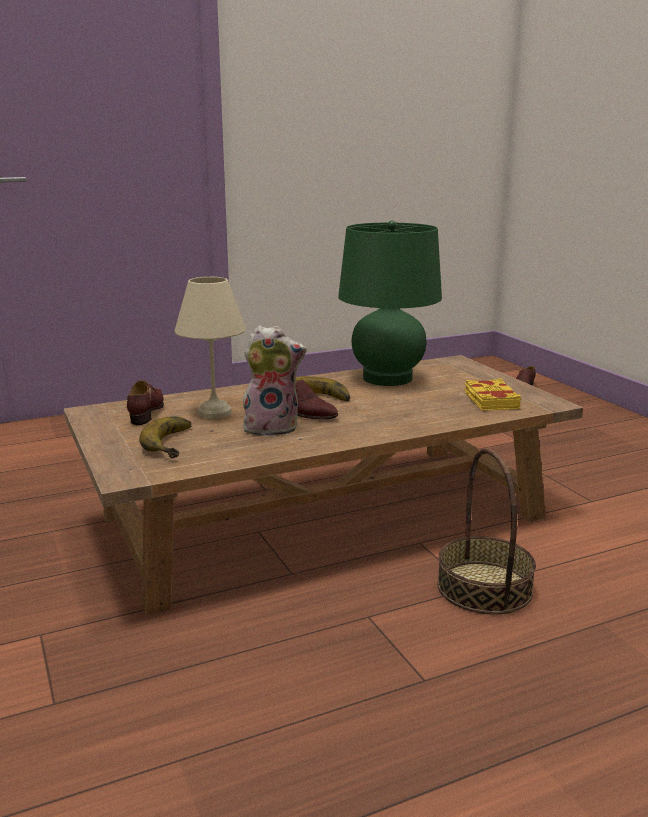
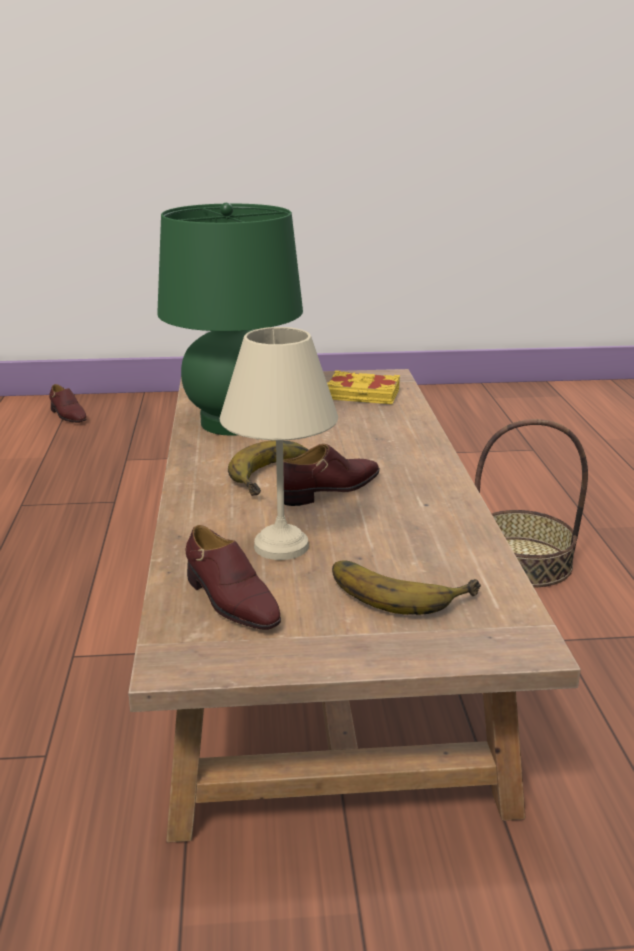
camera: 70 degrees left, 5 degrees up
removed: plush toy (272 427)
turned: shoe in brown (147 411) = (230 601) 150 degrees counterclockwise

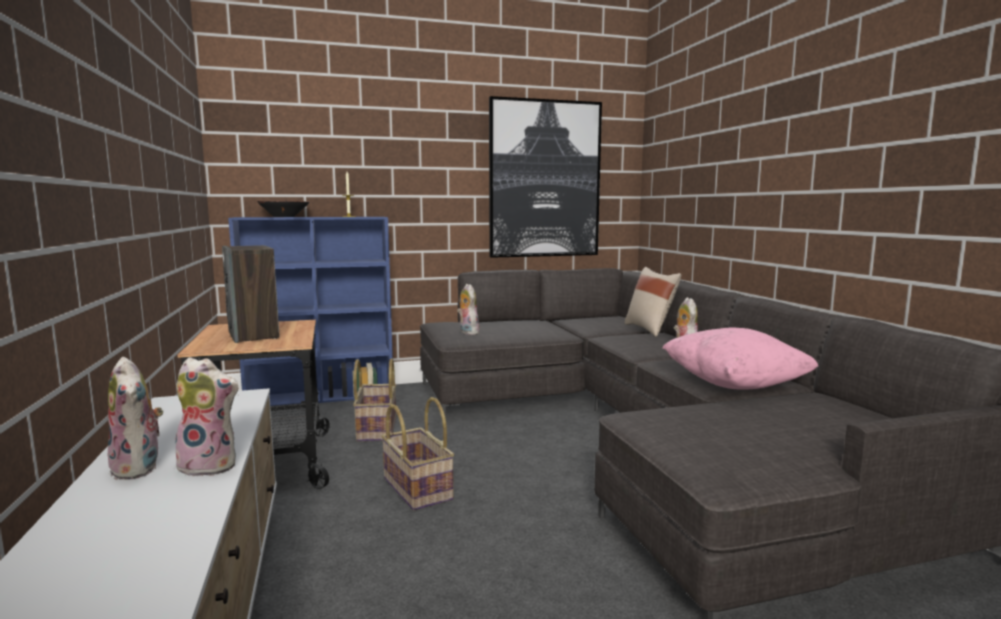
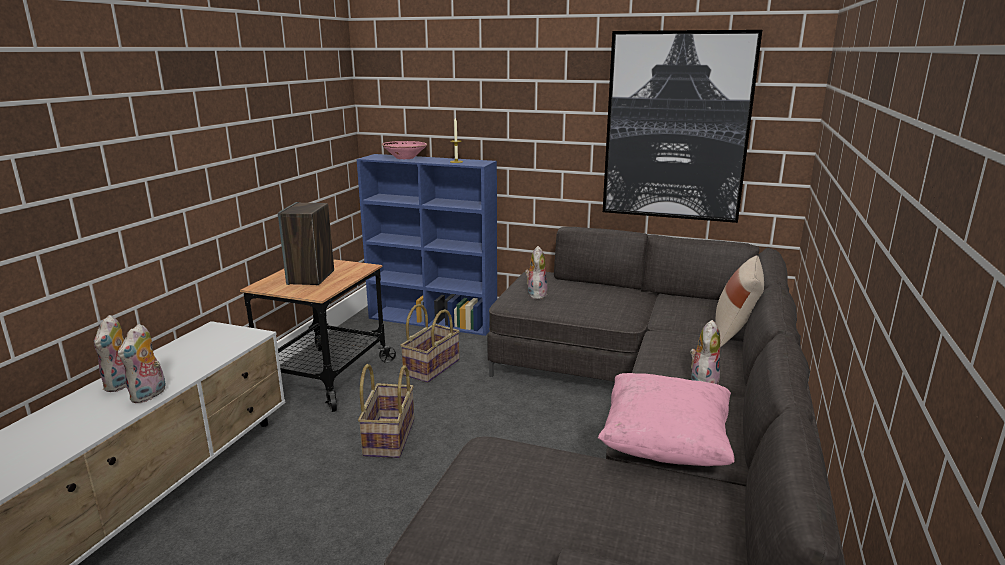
camera: 35 degrees right, 10 degrees up
recoloured: bowl in black (284 216) to bowl in pink (404 158)
turned: plush toy (211 465) = (149 395) 60 degrees clockwise

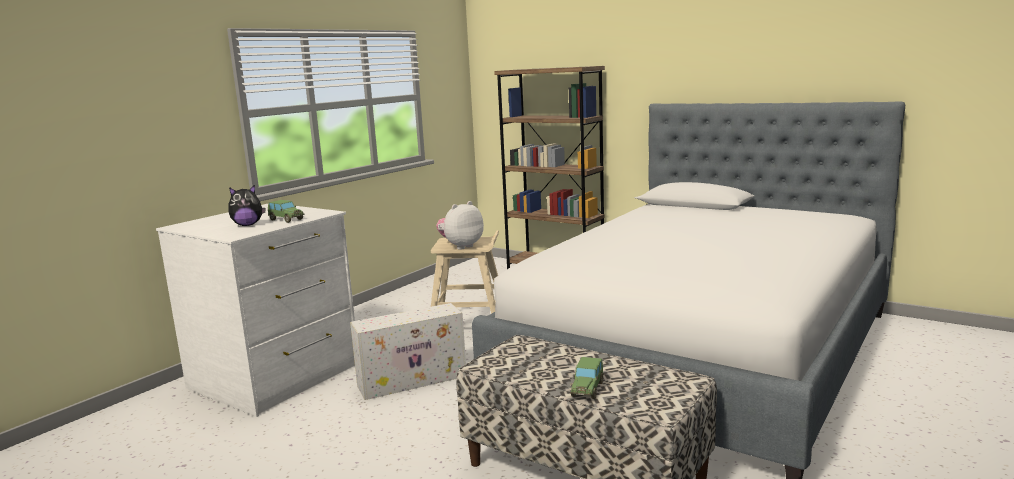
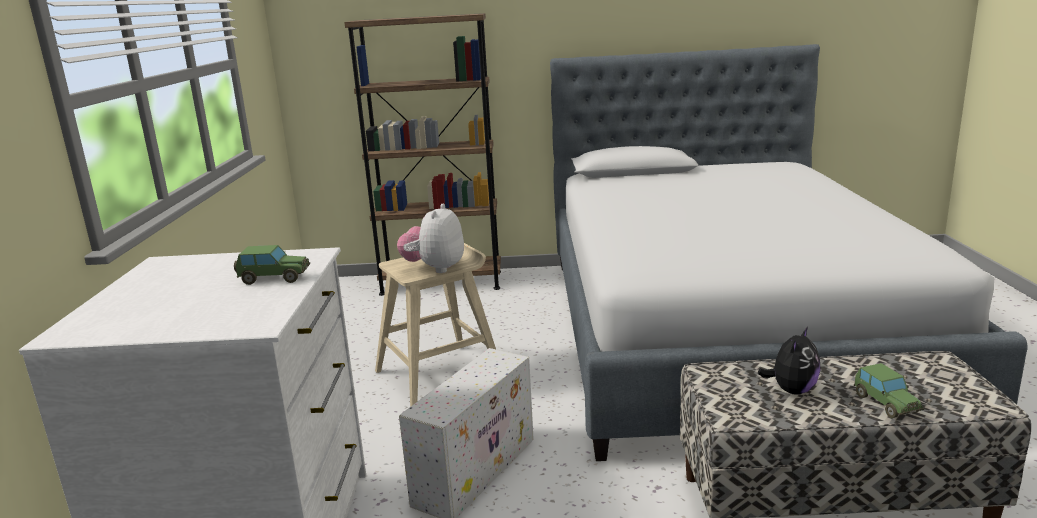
camera: 35 degrees left, 5 degrees up
moved: plush toy (247 225) to (791 390)

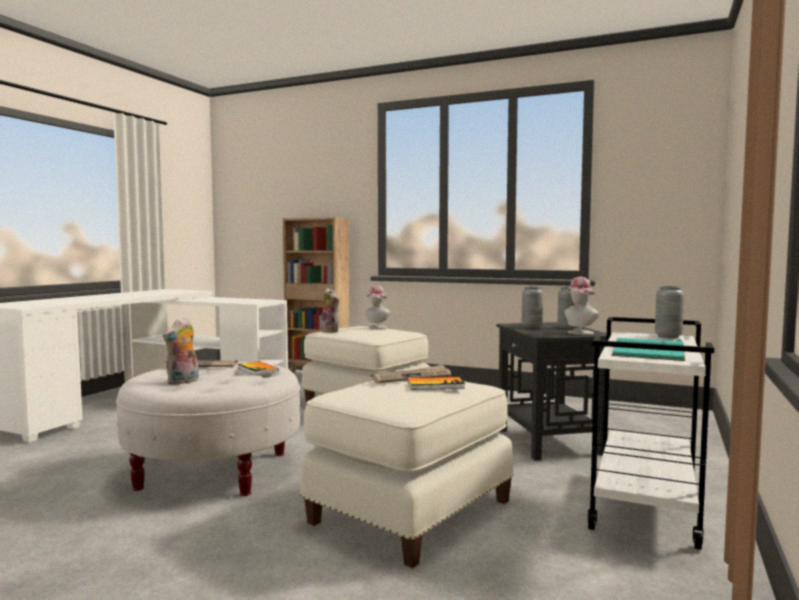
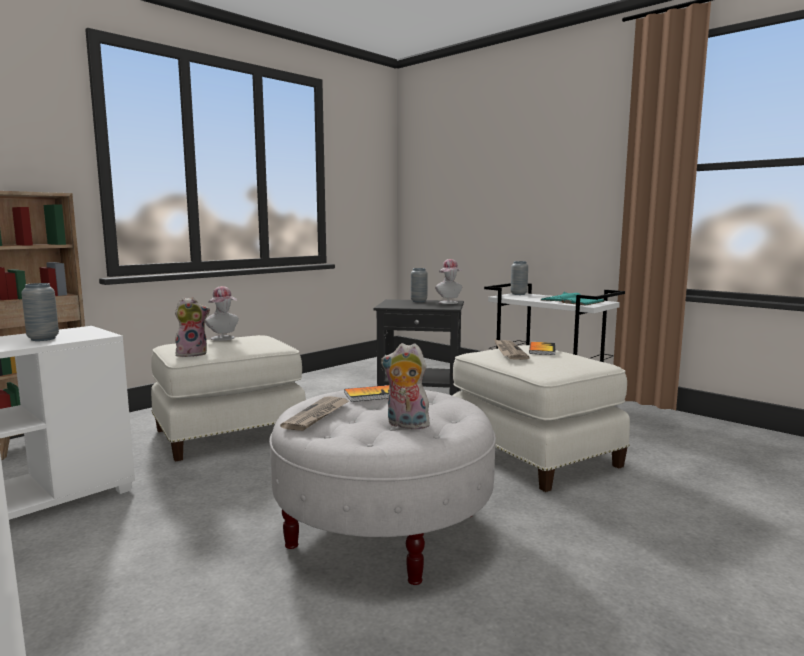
camera: 70 degrees left, 5 degrees up
moved: vase in grey (531 327) to (43 339)
turned: plush toy (183 382) = (405 425) 150 degrees clockwise

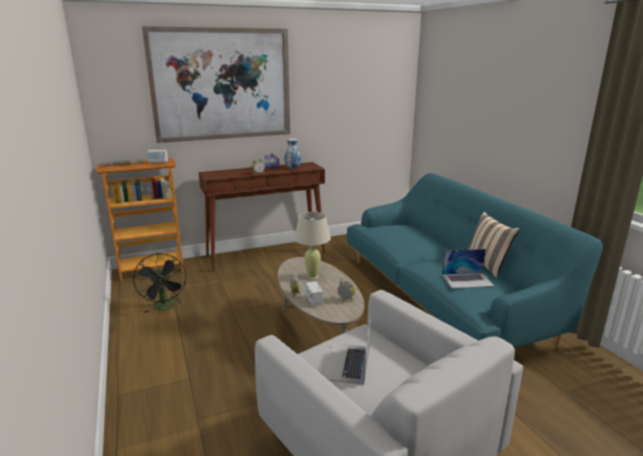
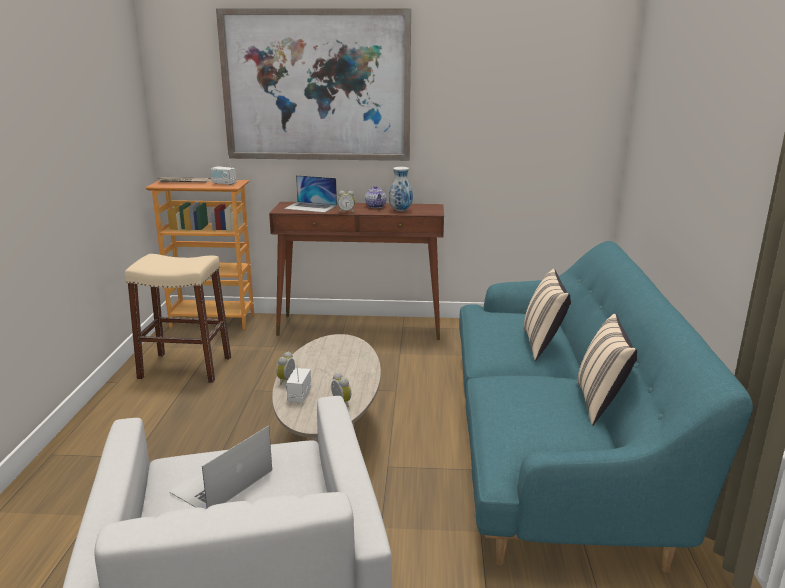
camera: 25 degrees right, 0 degrees up
removed: table lamp in beige (312 276)
added: pillow in beige (543 344)
moved: laptop (467 280) to (310 207)
replaced: fan in black (165 307) to stool in beige (185 368)

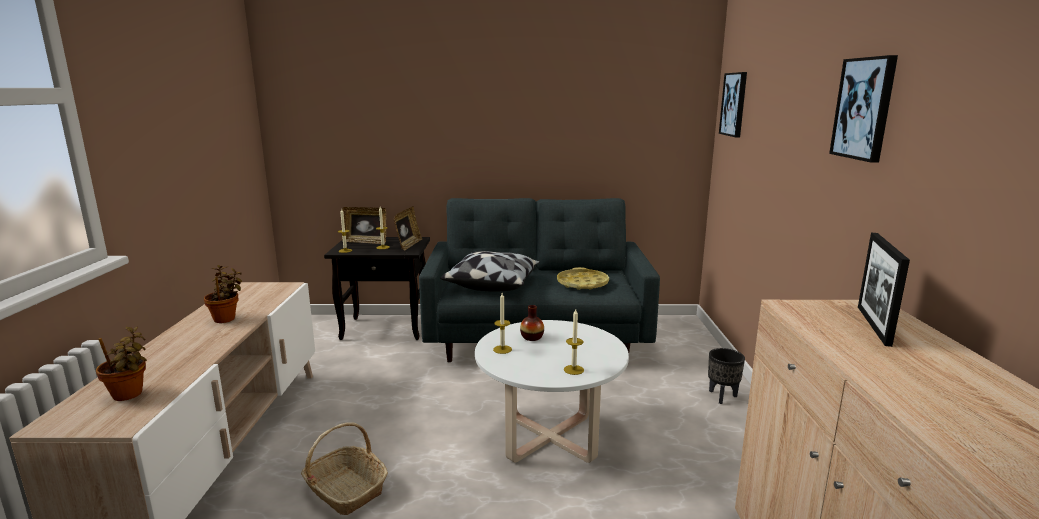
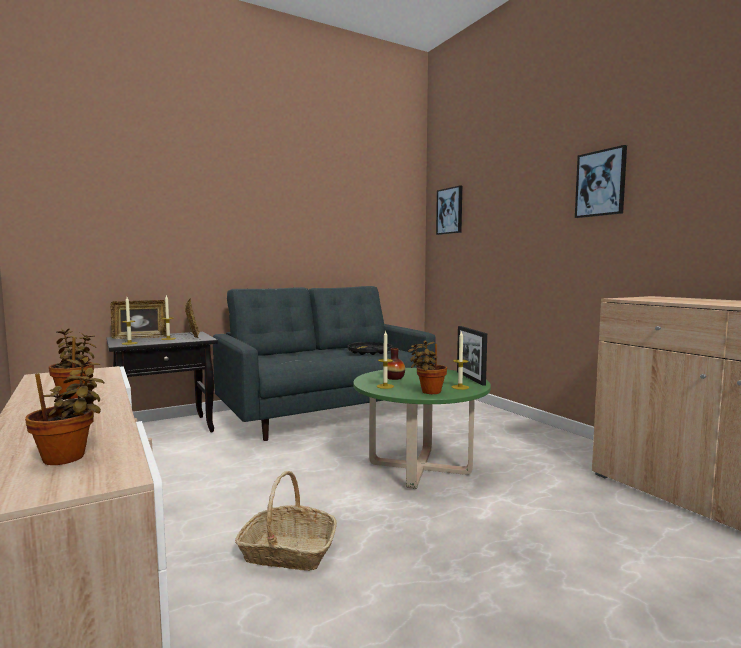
camera: 30 degrees left, 10 degrees down
removed: pillow (492 284); planter in black (722 397)
added: potted plant (429 392)
moved: picture frame (873 325) to (470 378)
recoloured: coffee table in white (549 437) to coffee table in green (420 467); tray in yellow (582 284) to tray in black (369 352)

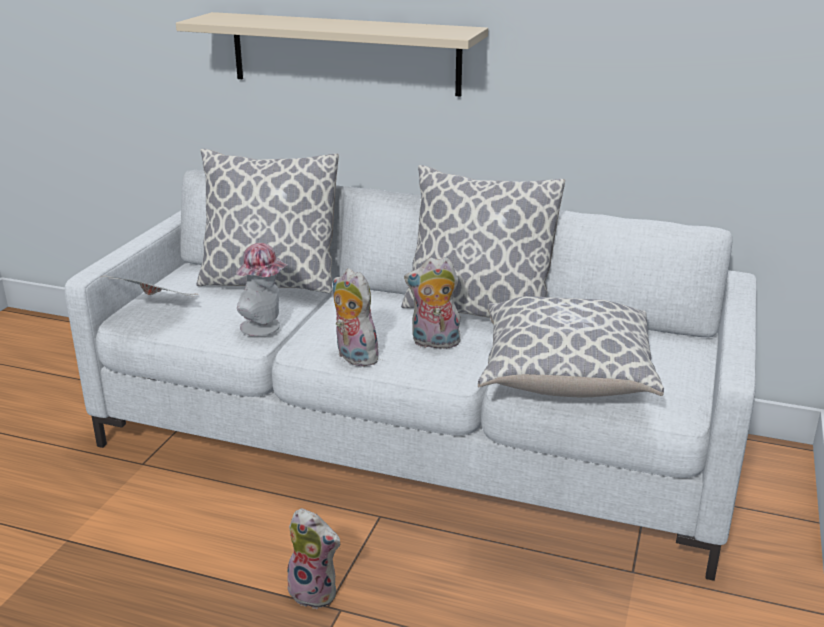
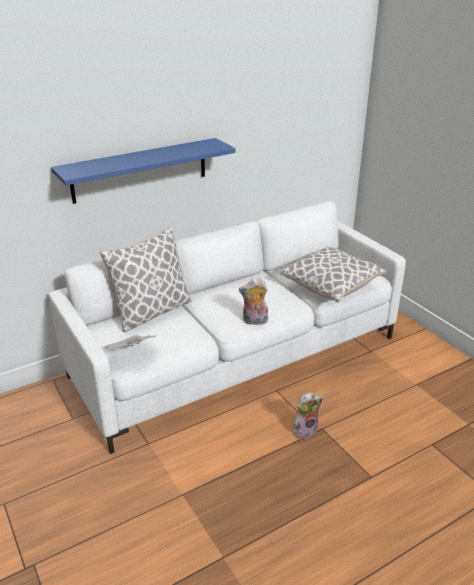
camera: 50 degrees left, 5 degrees up
removed: hat (265 327); pillow (477 310); plush toy (434 343)
recoloured: shelf in beige (344 53) to shelf in blue (140 170)

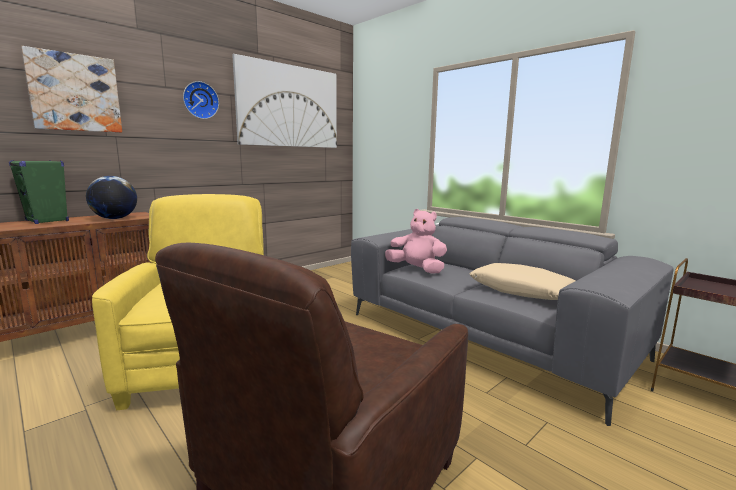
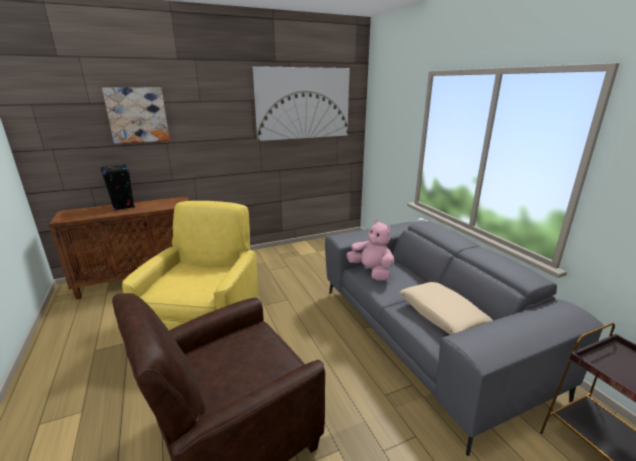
camera: 20 degrees right, 10 degrees up
removed: globe (114 218); wall clock (200 100)
recoloured: speaker in green (47 221) to speaker in black (123 206)

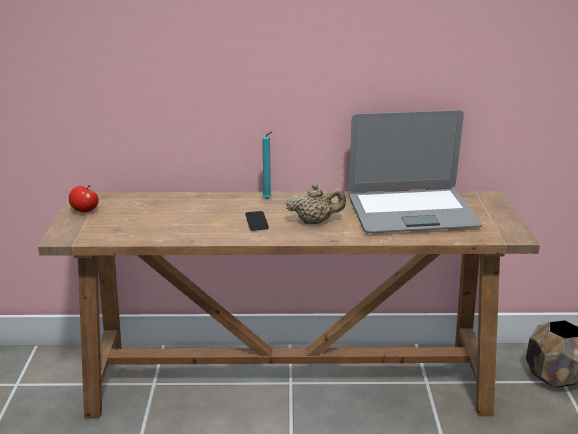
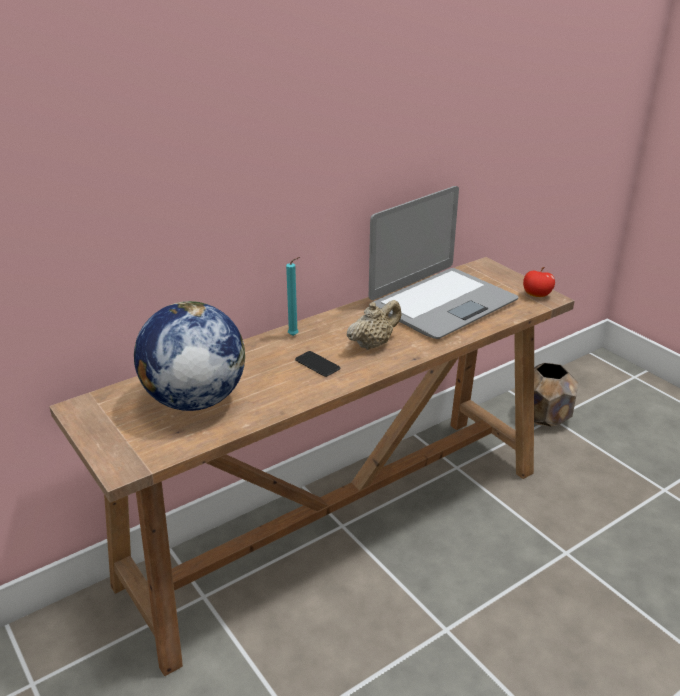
camera: 35 degrees left, 5 degrees up
added: globe (194 400)
moved: apple (85 211) to (536 295)

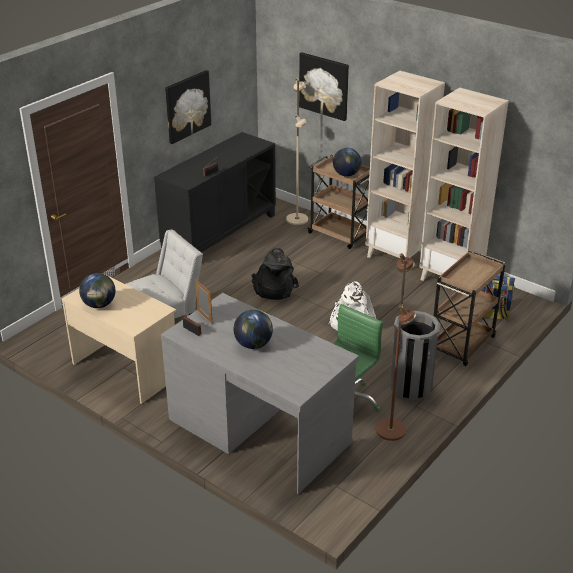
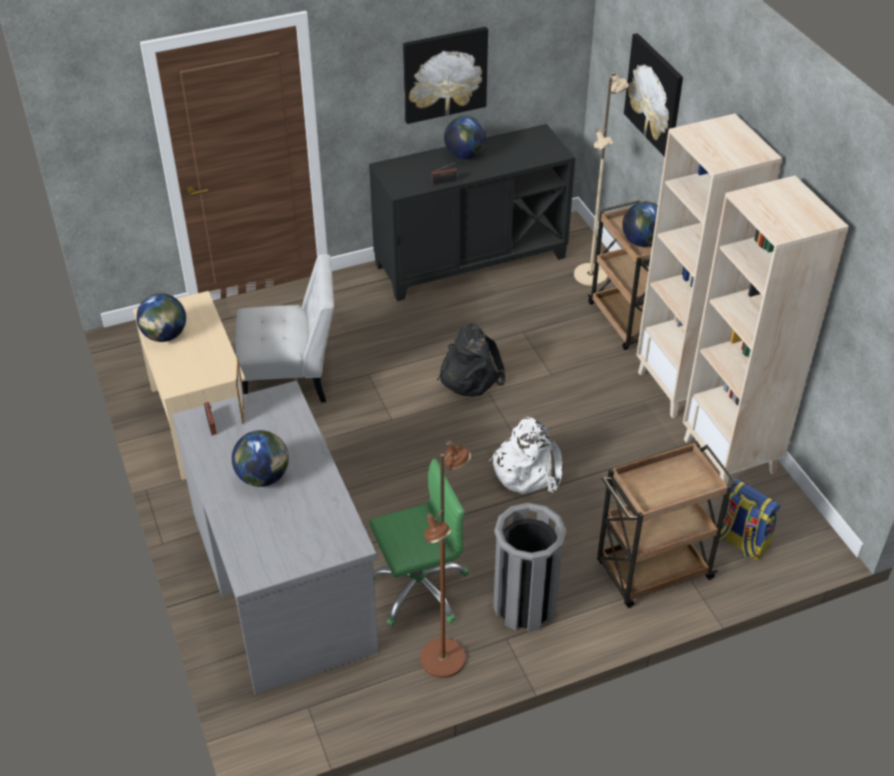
camera: 30 degrees right, 10 degrees up
added: globe (465 155)

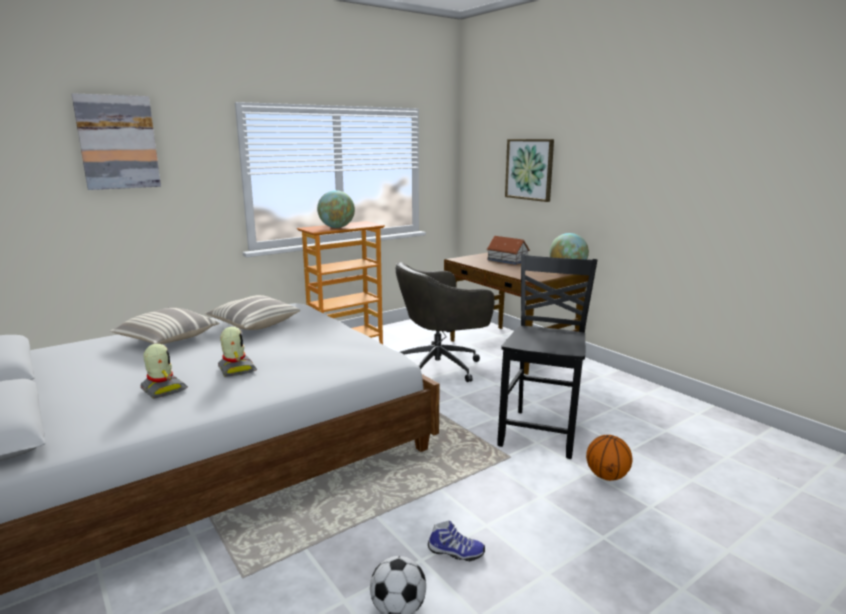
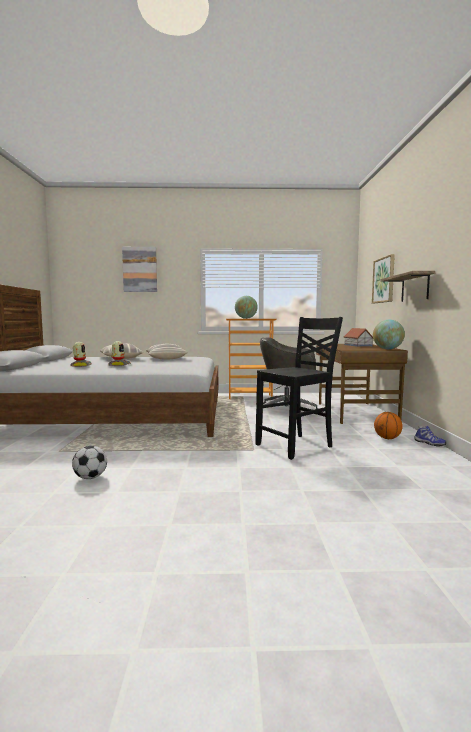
camera: 35 degrees right, 10 degrees down
added: shelf (415 287)
moved: shoe (455 552) to (429 443); basketball (607 476) to (387 438)

